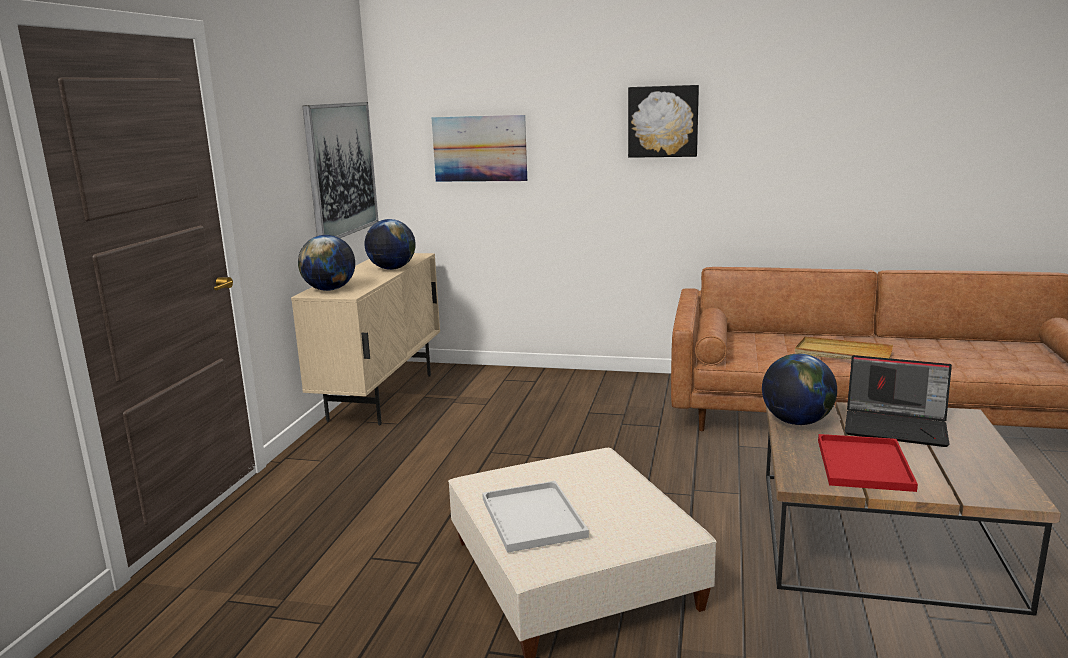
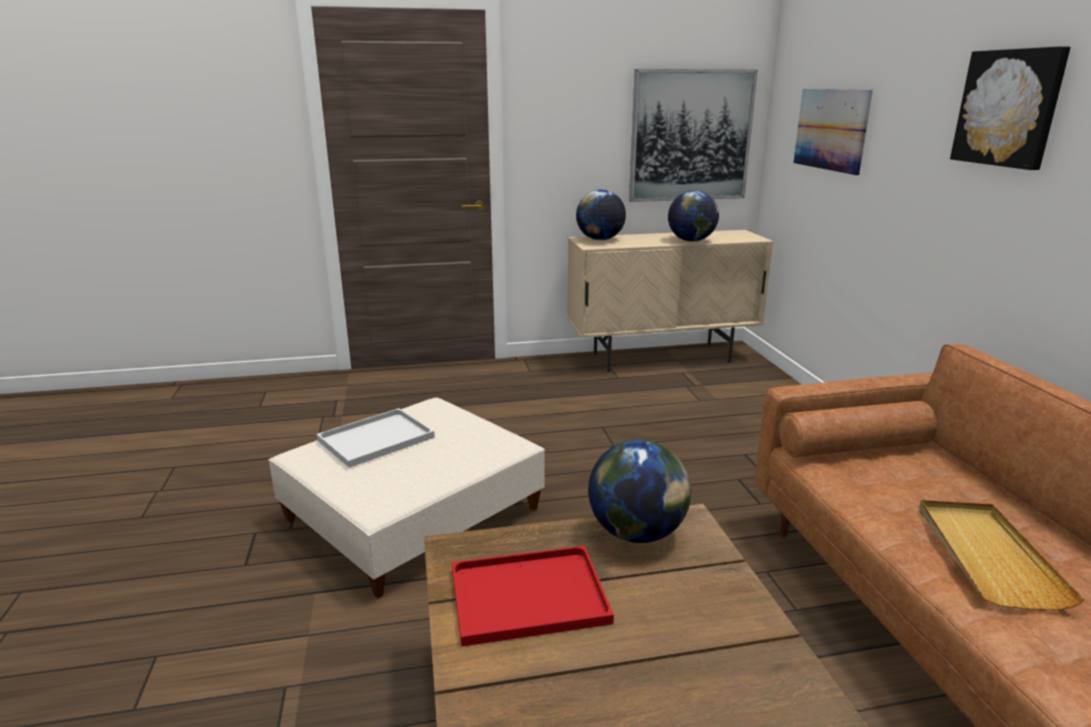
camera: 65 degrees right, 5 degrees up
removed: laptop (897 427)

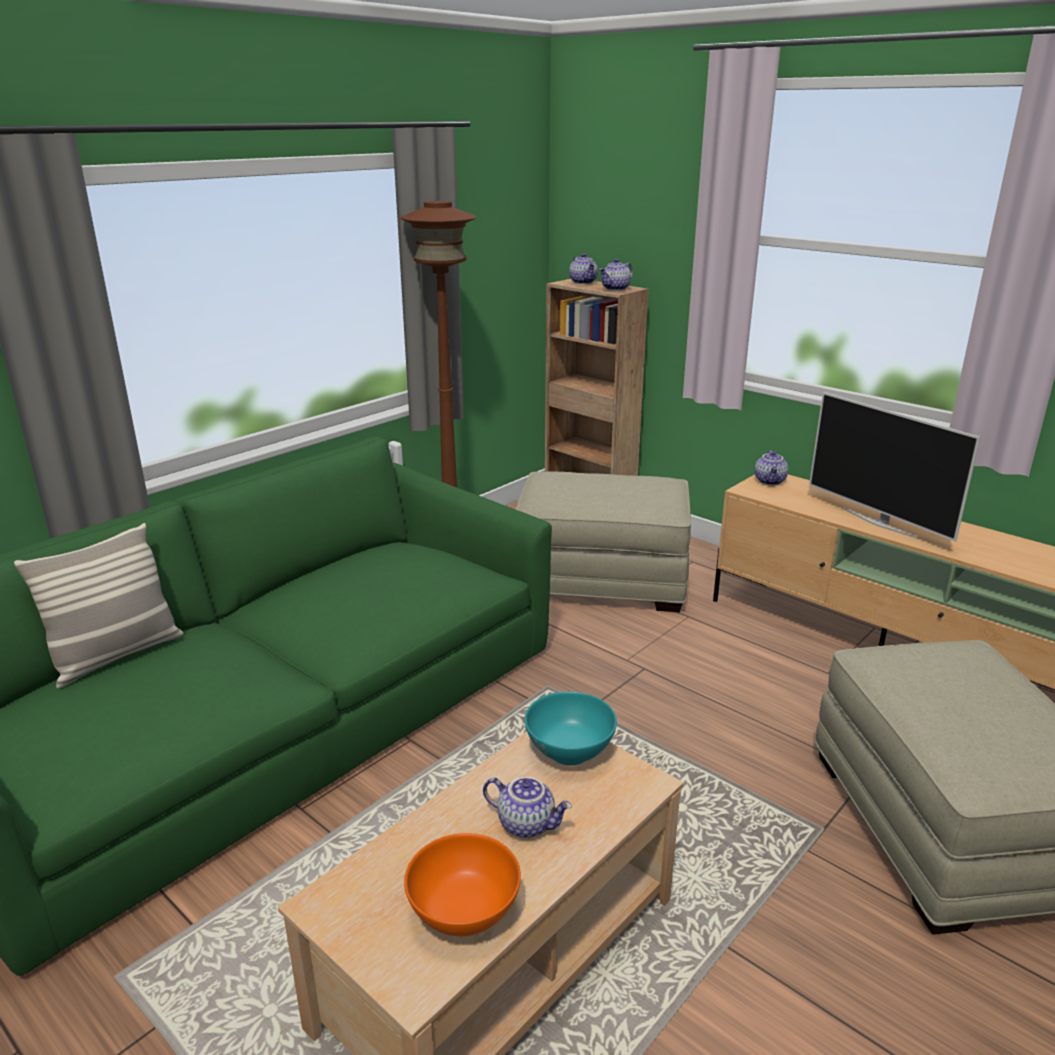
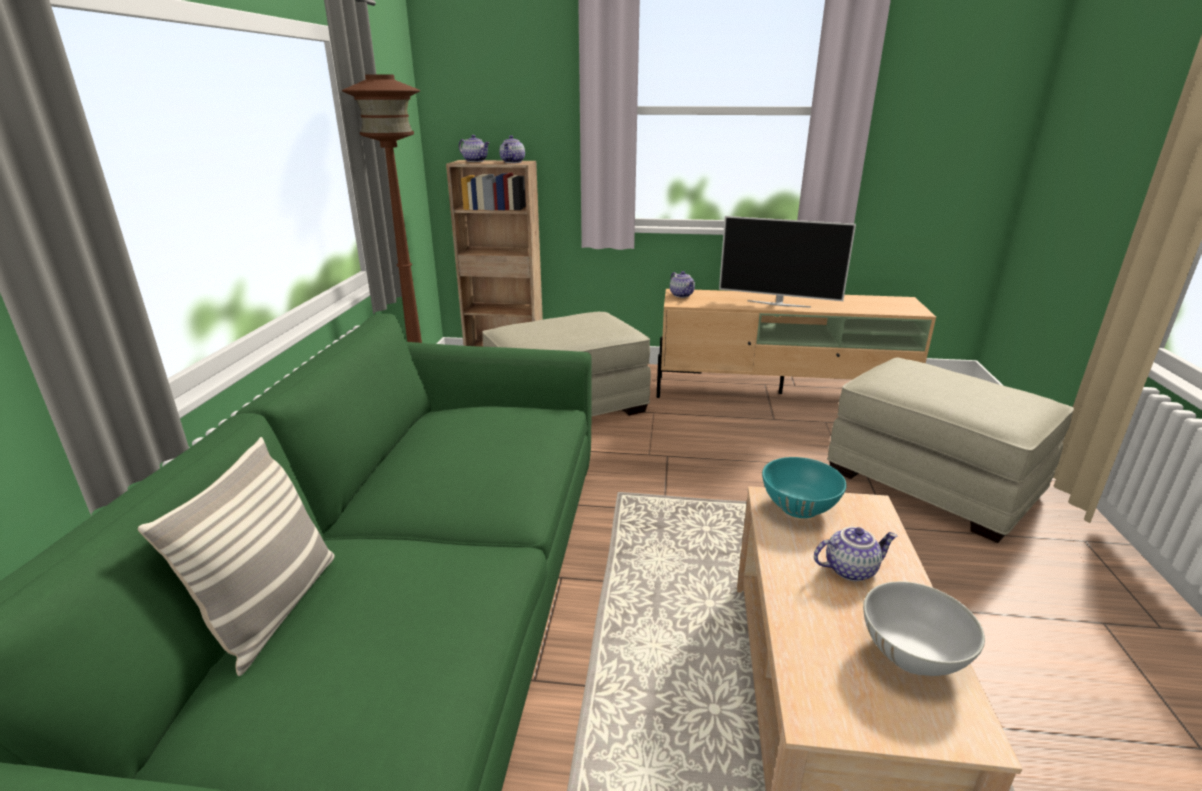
camera: 35 degrees left, 0 degrees up
recoloured: bowl in orange (465 913) to bowl in white (913 655)

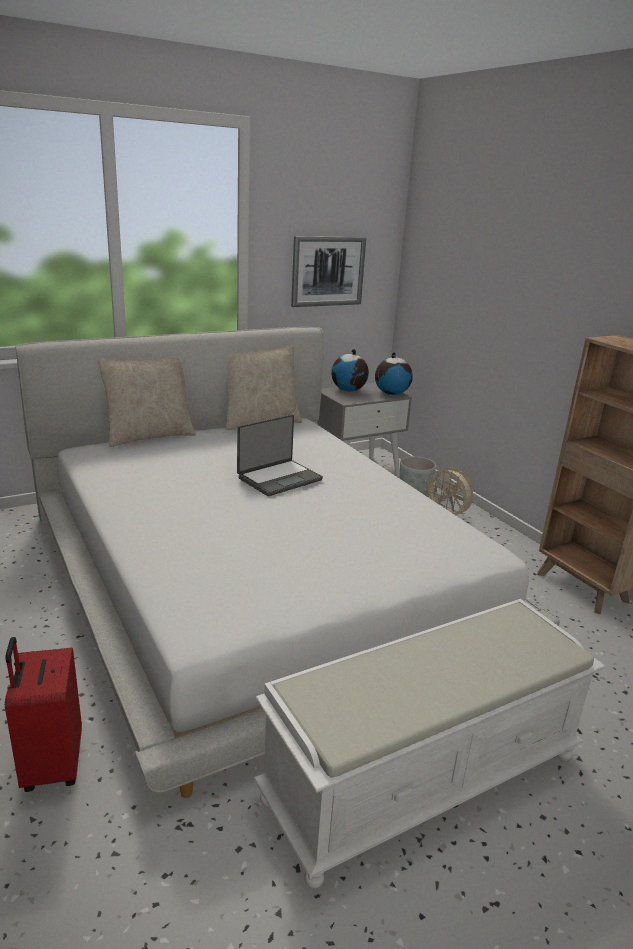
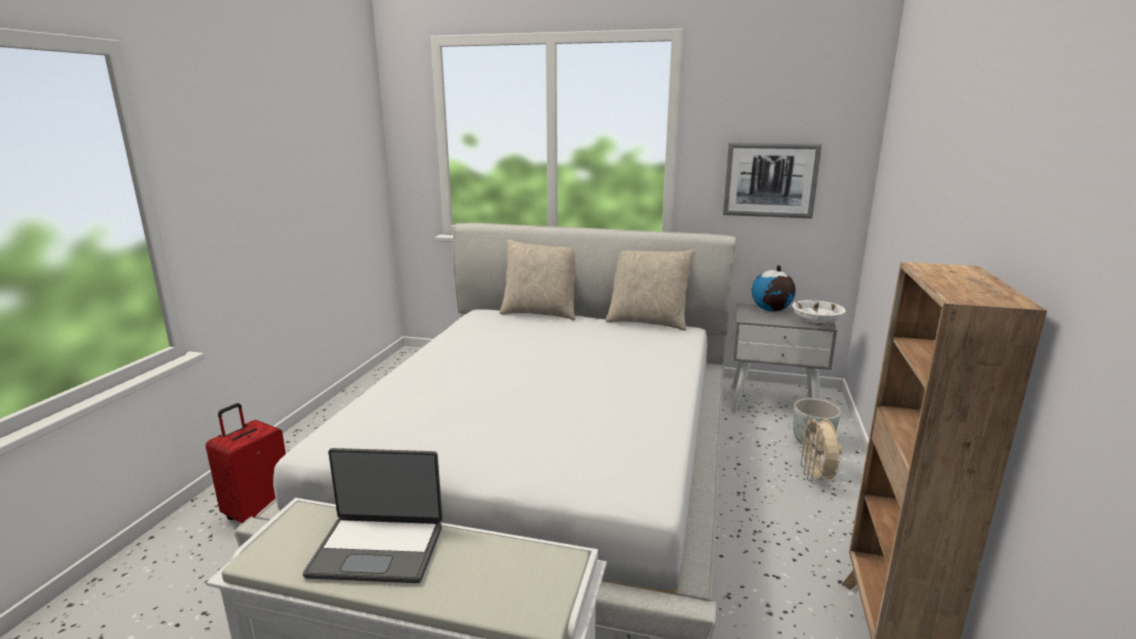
camera: 45 degrees right, 5 degrees down
moved: laptop (279 478) to (378 549)
replaced: globe (391 394) to bowl in white (816 322)

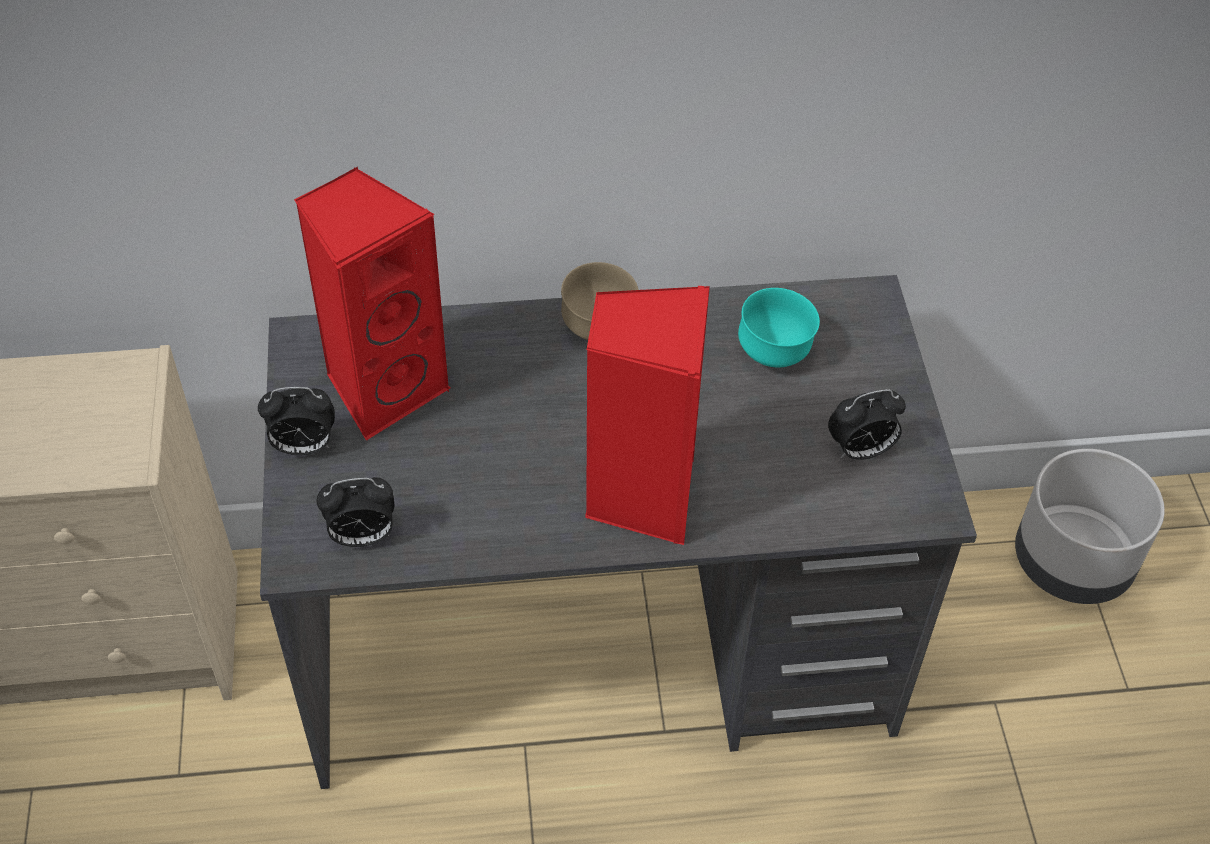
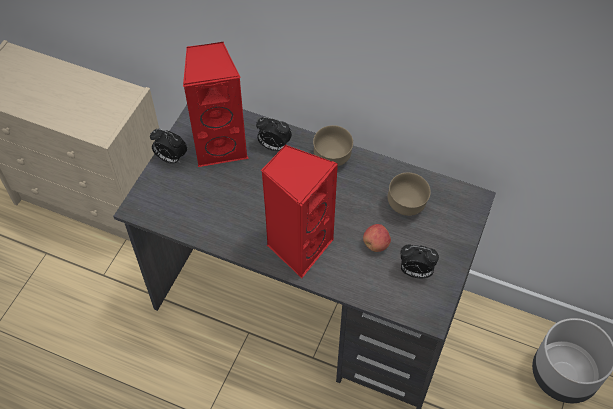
camera: 30 degrees right, 5 degrees up
added: apple (376 244)
moved: alarm clock (362 537) to (273 146)
recoloured: bowl in turquoise (774 355) to bowl in brown (406 207)

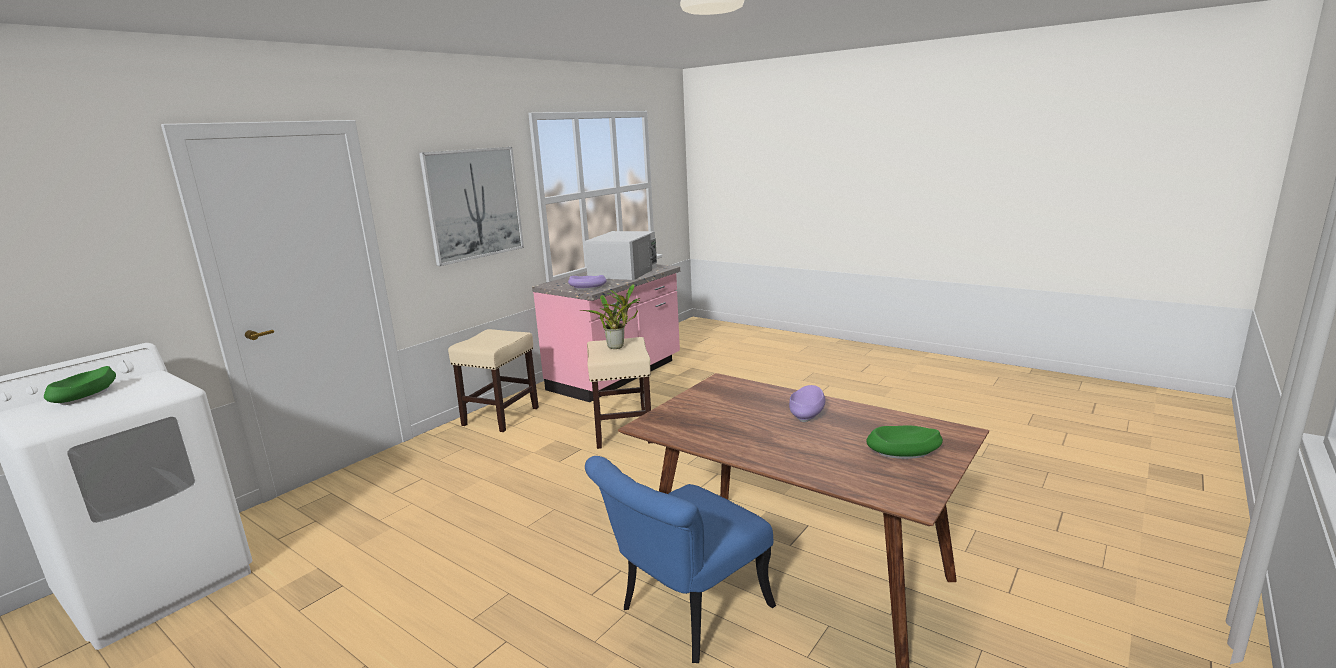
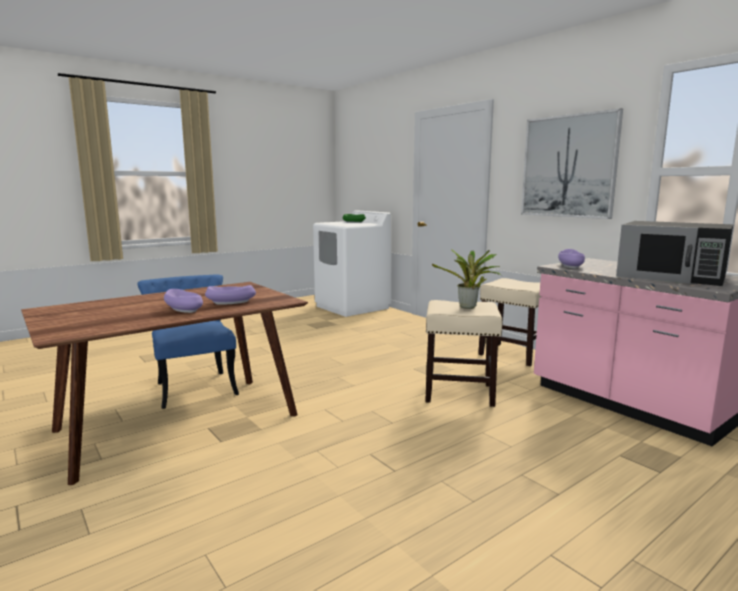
camera: 105 degrees right, 5 degrees down
removed: bowl in green (903 453)
added: bowl in purple (231 302)
recoloured: microwave in white (624 272) to microwave in black (671 276)

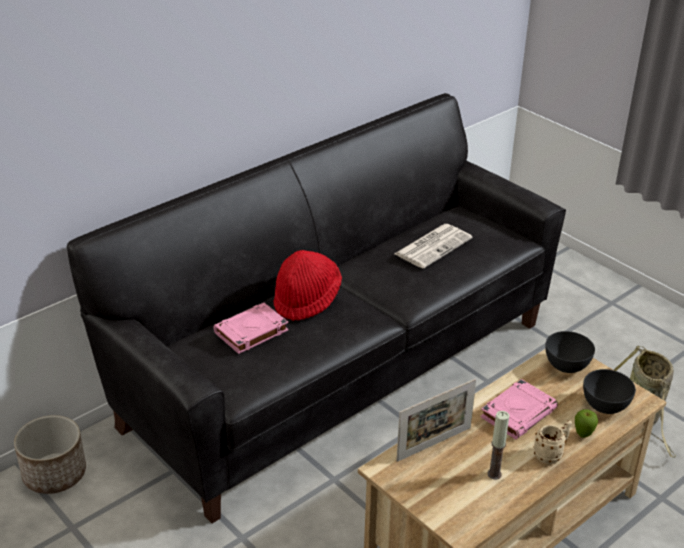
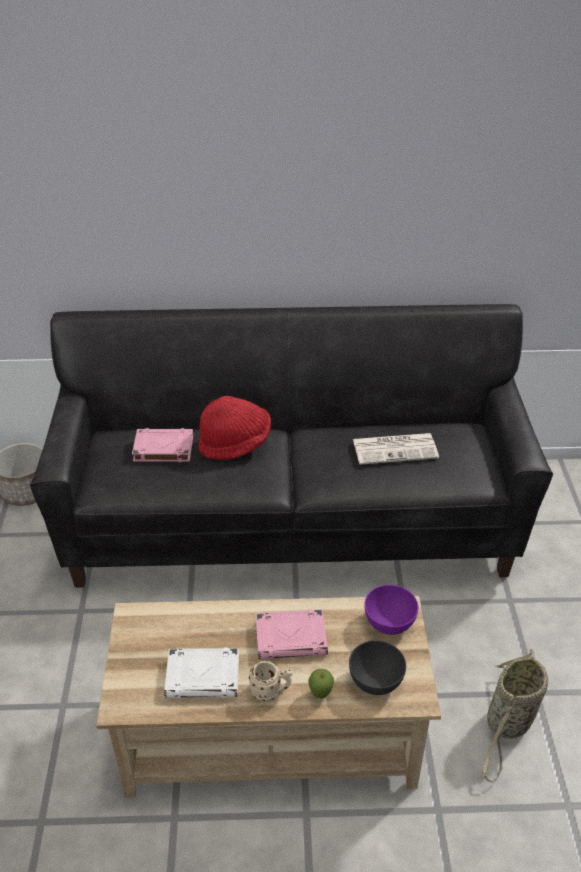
camera: 40 degrees right, 5 degrees up
removed: picture frame (434 444)
replaced: candle (494 474) to book in white (204 677)
recoloured: bowl in grey (566 366) to bowl in purple (389 623)

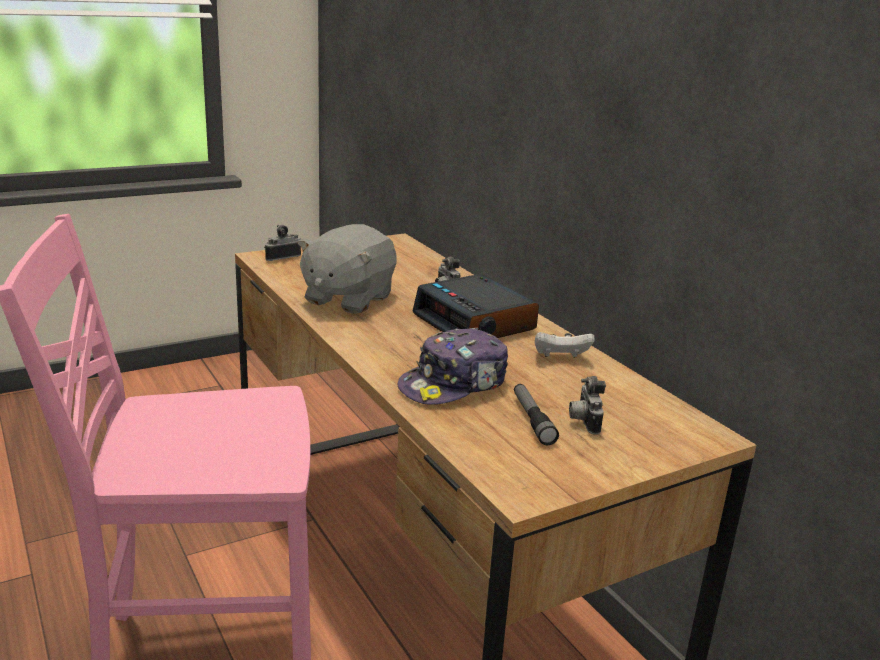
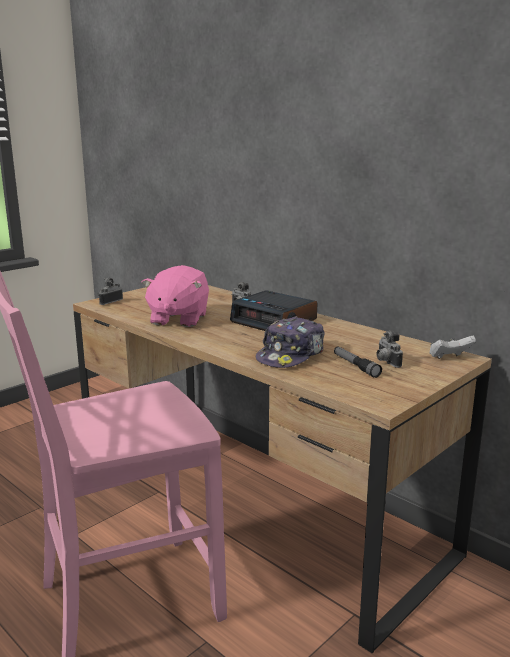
camera: 15 degrees left, 5 degrees down
moved: game controller in white (560 358) to (449 357)
recoloured: plush toy in grey (347 299) to plush toy in pink (178 319)

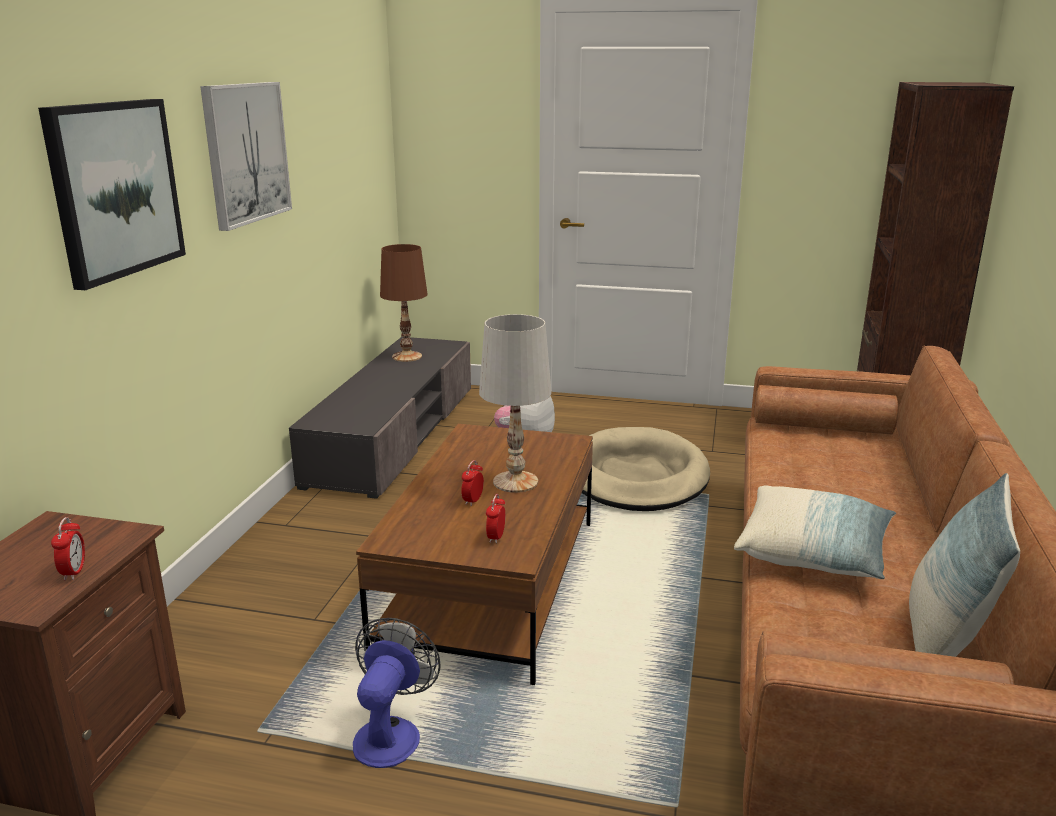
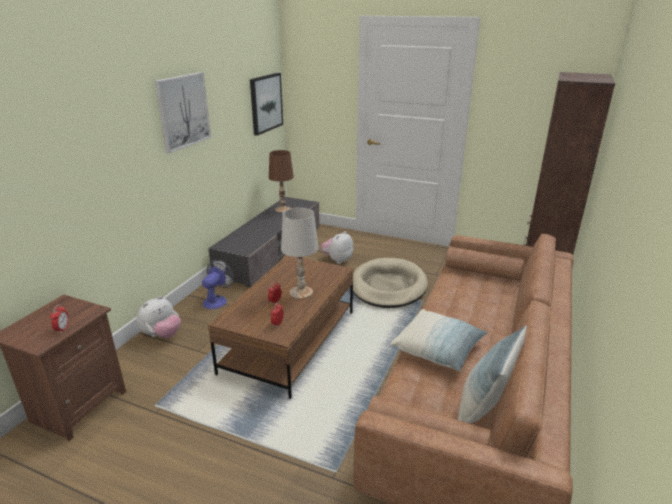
camera: 10 degrees right, 5 degrees up
added: plush toy (162 335)
moved: picture (114 189) to (265 103); fan (391 733) to (217 300)

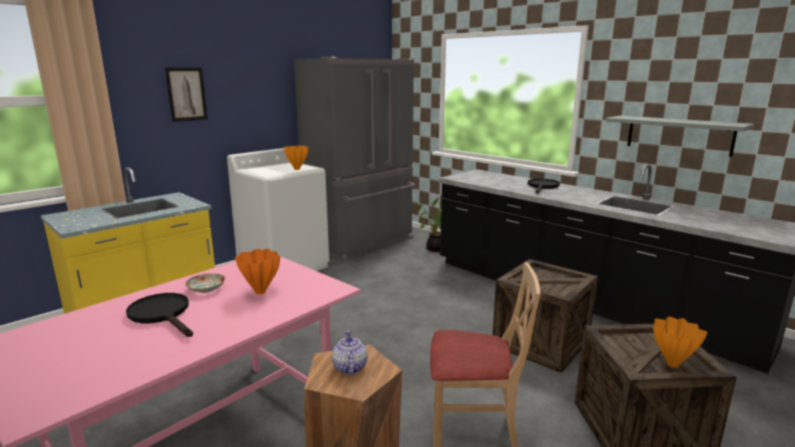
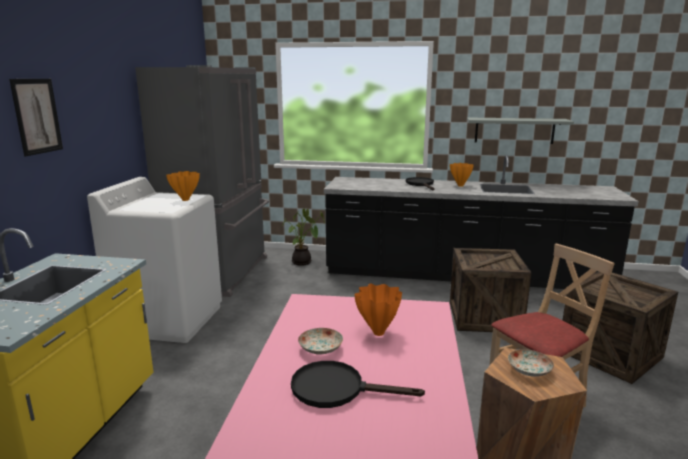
camera: 35 degrees left, 0 degrees up
moved: vase in orange (672 364) to (460 185)
replaced: teapot (349 367) to plate (529 370)

